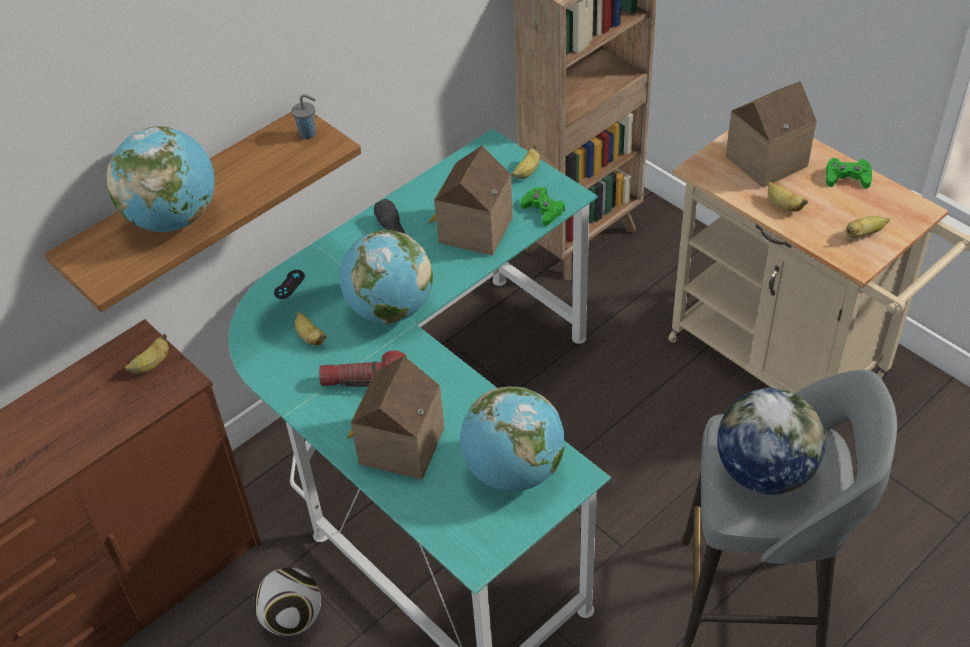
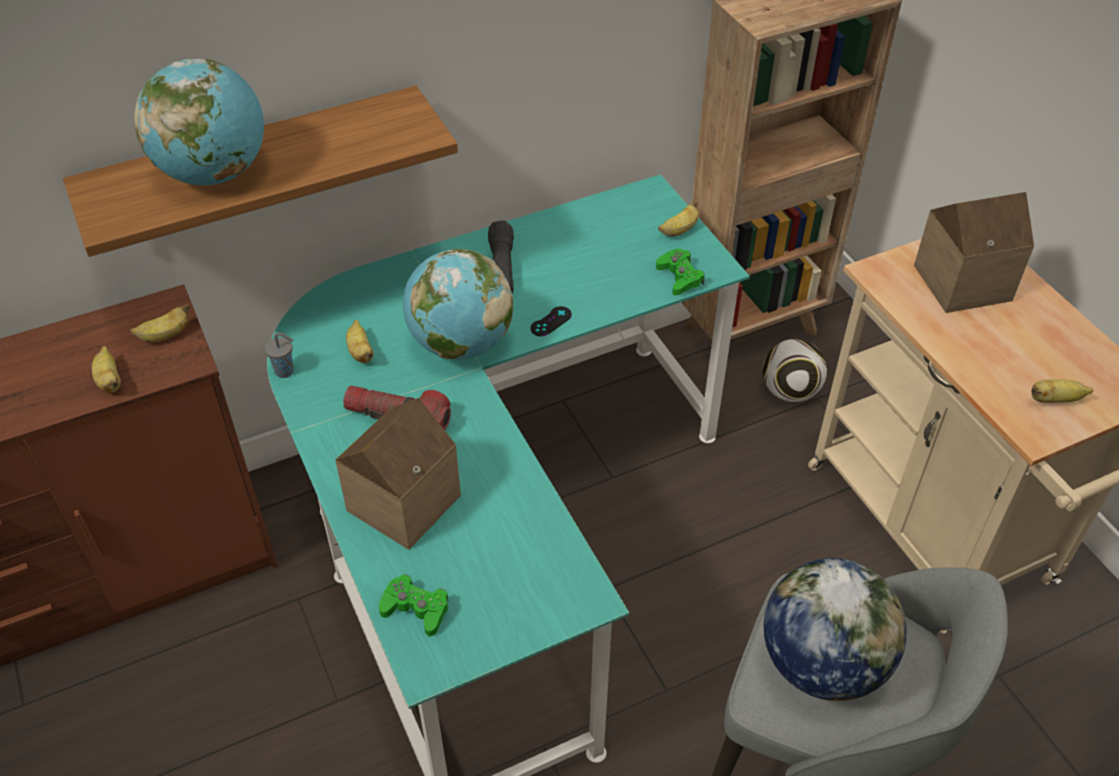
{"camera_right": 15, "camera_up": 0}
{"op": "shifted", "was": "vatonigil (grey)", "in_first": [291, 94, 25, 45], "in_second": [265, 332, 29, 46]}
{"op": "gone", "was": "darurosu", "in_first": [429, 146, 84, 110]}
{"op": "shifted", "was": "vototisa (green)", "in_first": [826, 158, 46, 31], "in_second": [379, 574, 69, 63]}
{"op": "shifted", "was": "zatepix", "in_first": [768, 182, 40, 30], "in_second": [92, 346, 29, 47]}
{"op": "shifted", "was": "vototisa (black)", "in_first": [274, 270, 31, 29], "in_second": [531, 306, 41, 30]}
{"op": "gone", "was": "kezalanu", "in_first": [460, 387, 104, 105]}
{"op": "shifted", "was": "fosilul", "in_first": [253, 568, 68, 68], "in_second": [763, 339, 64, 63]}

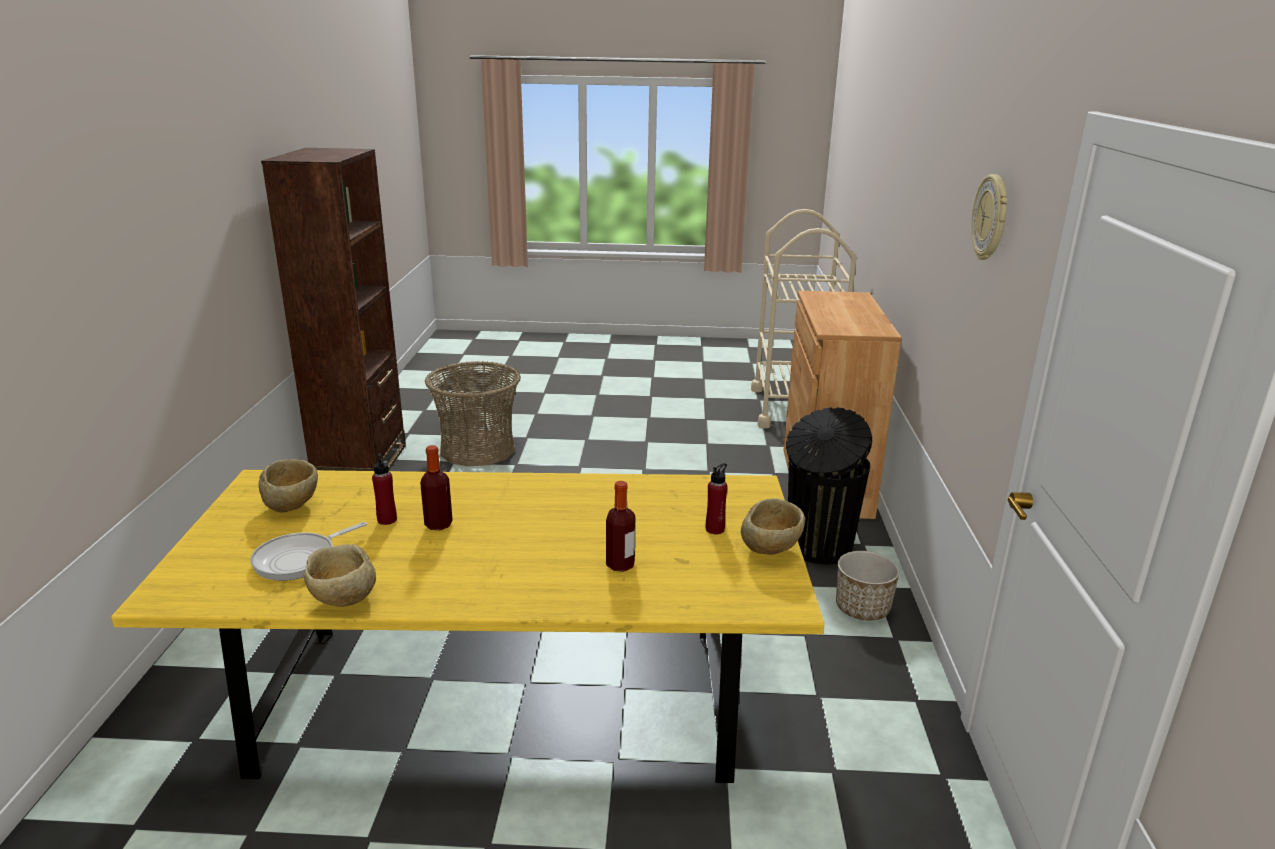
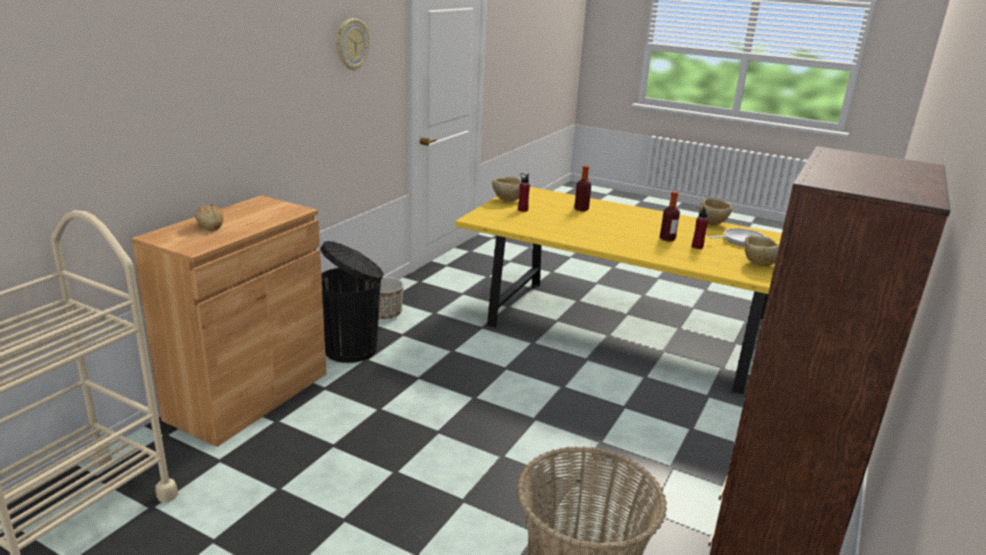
{"camera_right": -155, "camera_up": 0}
{"op": "new", "now": "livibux", "in_second": [195, 205, 28, 26]}

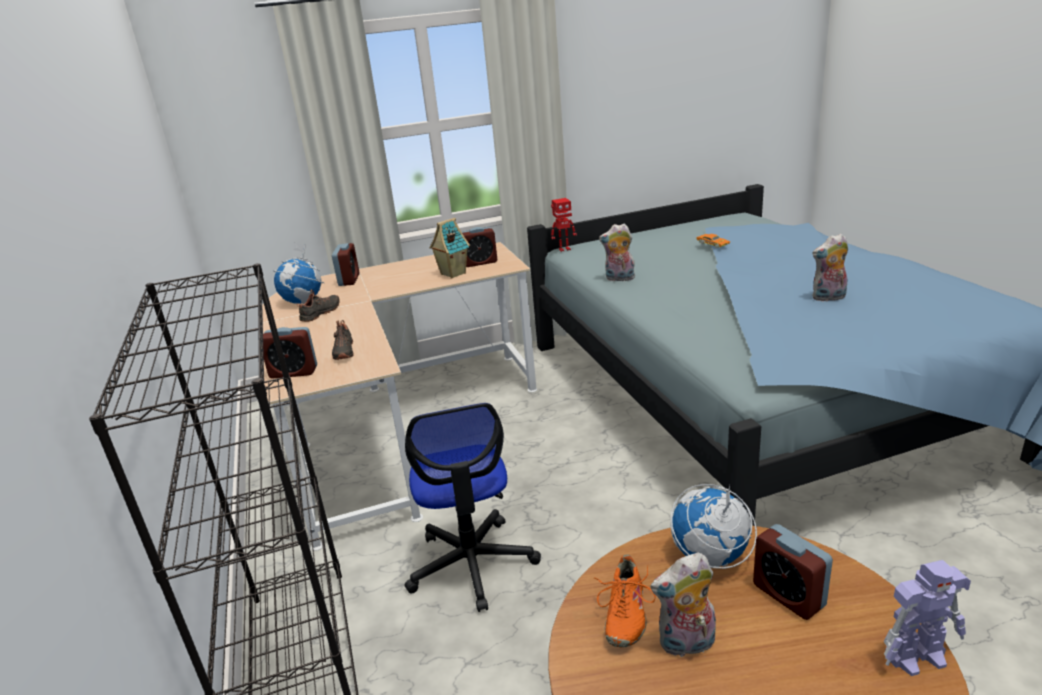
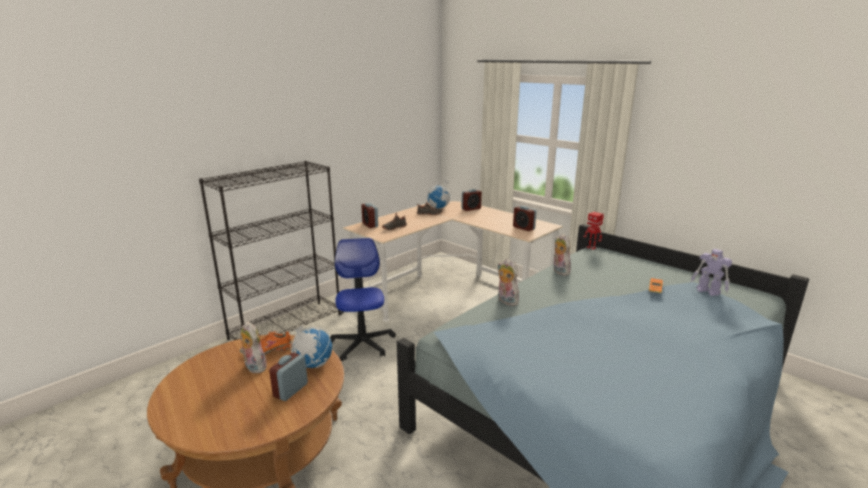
{"camera_right": 60, "camera_up": -5}
{"op": "gone", "was": "darurosu", "in_first": [429, 218, 41, 61]}
{"op": "shifted", "was": "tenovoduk", "in_first": [812, 234, 36, 68], "in_second": [498, 259, 21, 47]}
{"op": "rotated", "was": "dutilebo", "in_first": [405, 403, 136, 209], "in_second": [330, 238, 66, 123], "clockwise": 120}
{"op": "shifted", "was": "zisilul", "in_first": [884, 560, 87, 116], "in_second": [690, 249, 42, 47]}

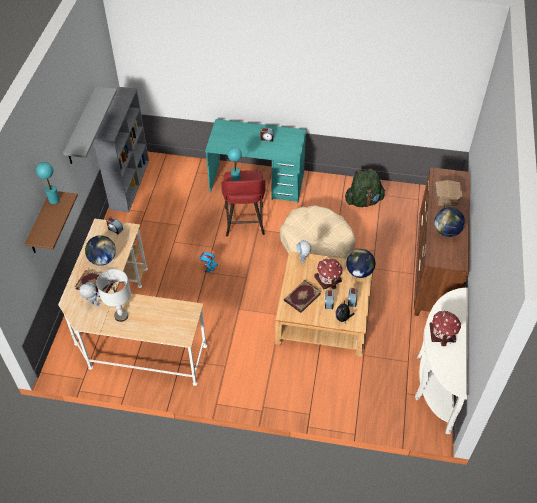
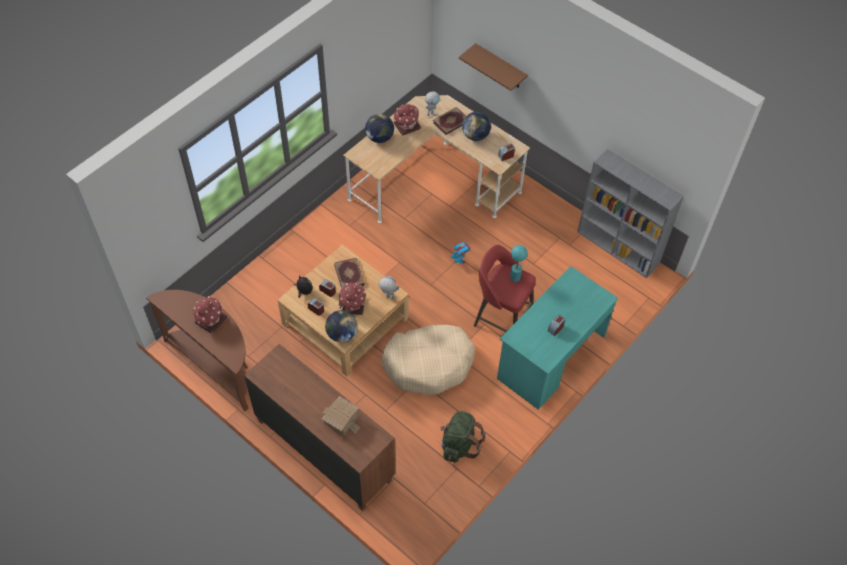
{"camera_right": 120, "camera_up": 5}
{"op": "gone", "was": "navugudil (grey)", "in_first": [63, 87, 54, 77]}
{"op": "gone", "was": "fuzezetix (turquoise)", "in_first": [36, 162, 24, 42]}
{"op": "shifted", "was": "kezalanu", "in_first": [434, 207, 31, 30], "in_second": [365, 114, 29, 29]}
{"op": "swapped", "was": "fuzezetix (grey)", "now": "darurosu", "in_first": [96, 269, 35, 53], "in_second": [394, 104, 27, 32]}
{"op": "repainted", "was": "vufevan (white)", "now": "vufevan (brown)", "in_first": [415, 288, 53, 146], "in_second": [146, 290, 103, 121]}

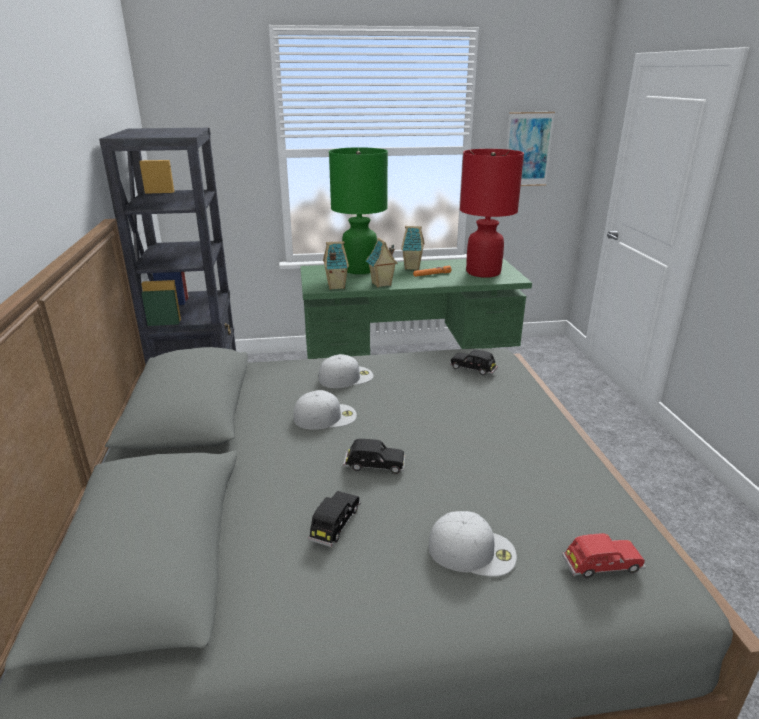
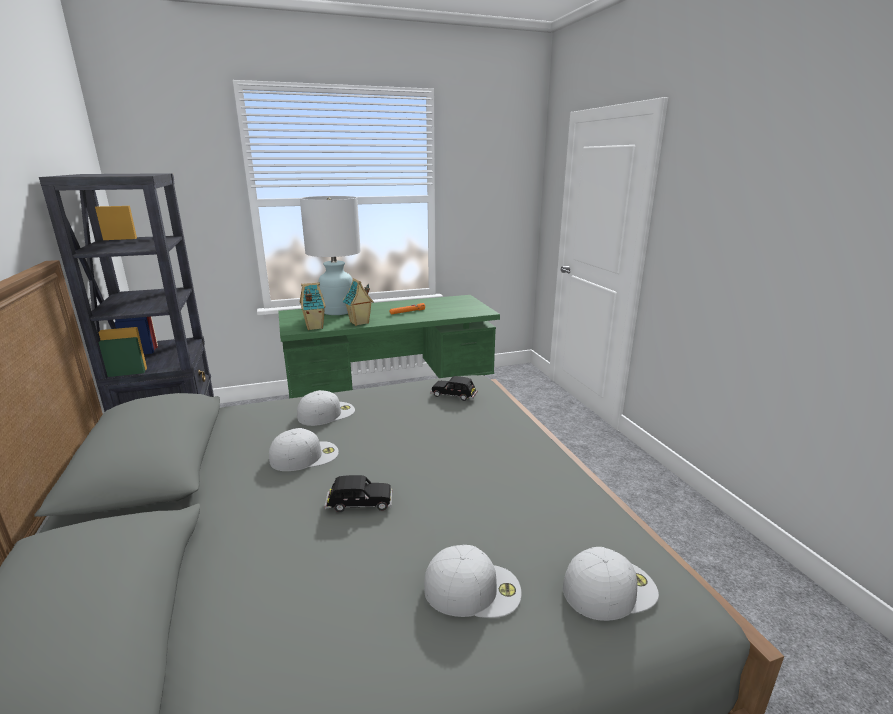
{"camera_right": -10, "camera_up": -5}
{"op": "gone", "was": "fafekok", "in_first": [506, 112, 49, 74]}
{"op": "repainted", "was": "fuzezetix (green)", "now": "fuzezetix (white)", "in_first": [329, 147, 59, 127], "in_second": [300, 196, 61, 119]}
{"op": "gone", "was": "fuzezetix (red)", "in_first": [460, 149, 64, 129]}
{"op": "gone", "was": "darurosu", "in_first": [401, 226, 23, 44]}
{"op": "gone", "was": "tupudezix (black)", "in_first": [308, 491, 53, 56]}
{"op": "swapped", "was": "tupudezix (red)", "now": "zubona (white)", "in_first": [562, 533, 84, 45], "in_second": [563, 547, 96, 74]}

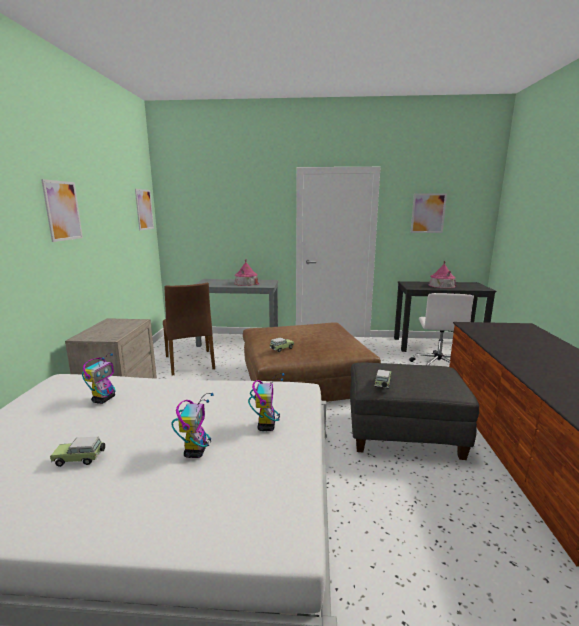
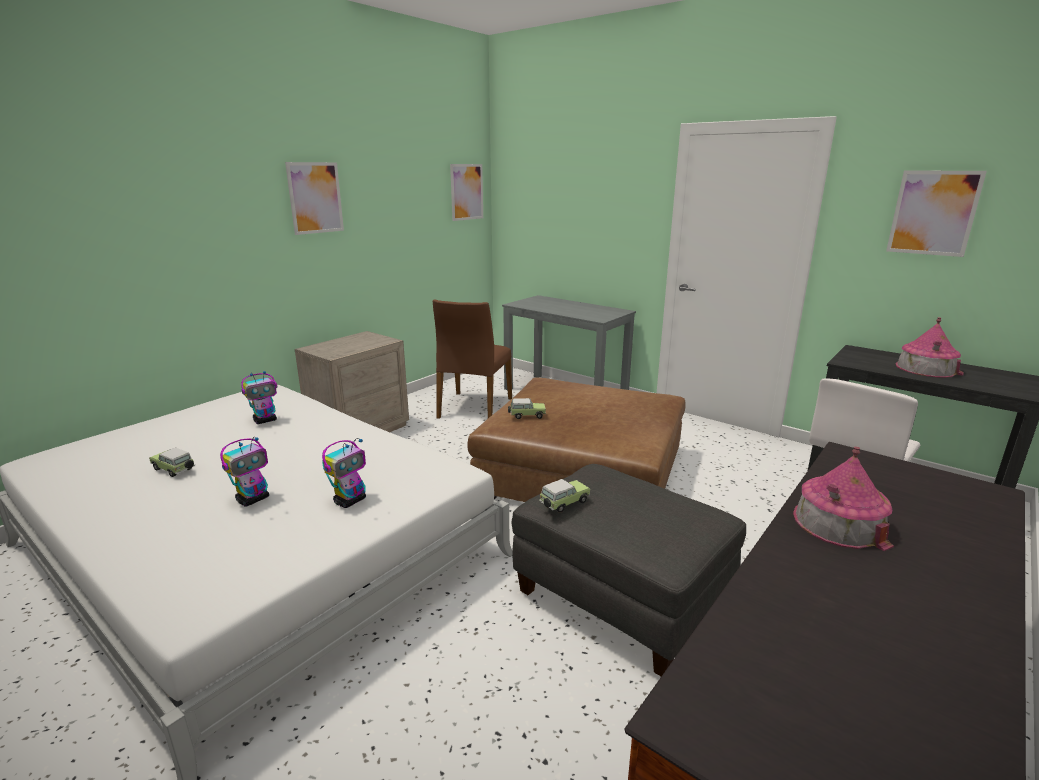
{"camera_right": 35, "camera_up": 5}
{"op": "shifted", "was": "darurosu", "in_first": [234, 259, 25, 27], "in_second": [793, 446, 101, 105]}

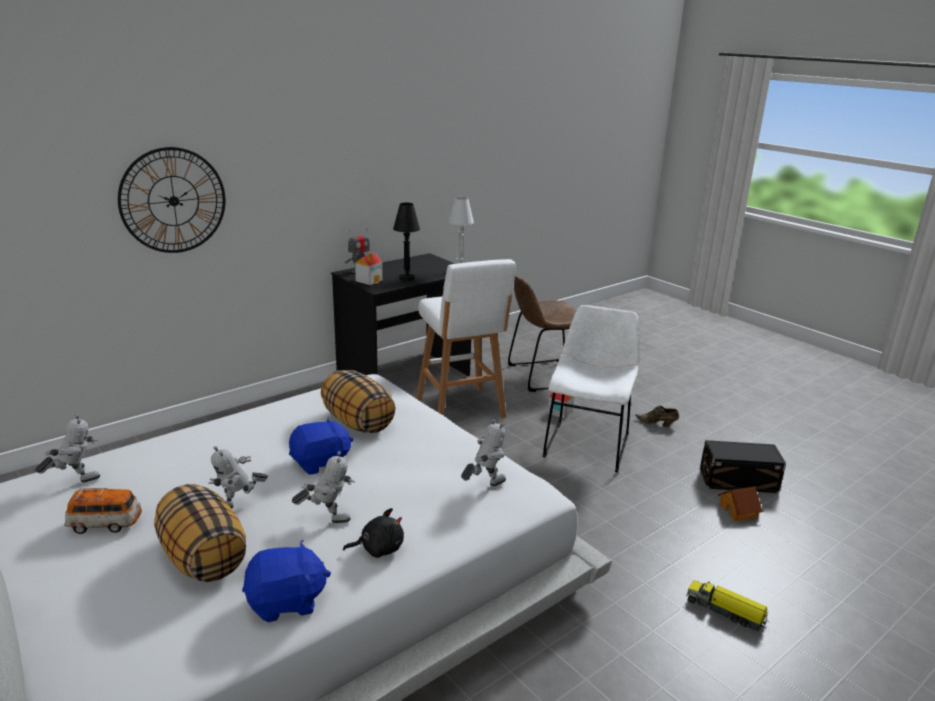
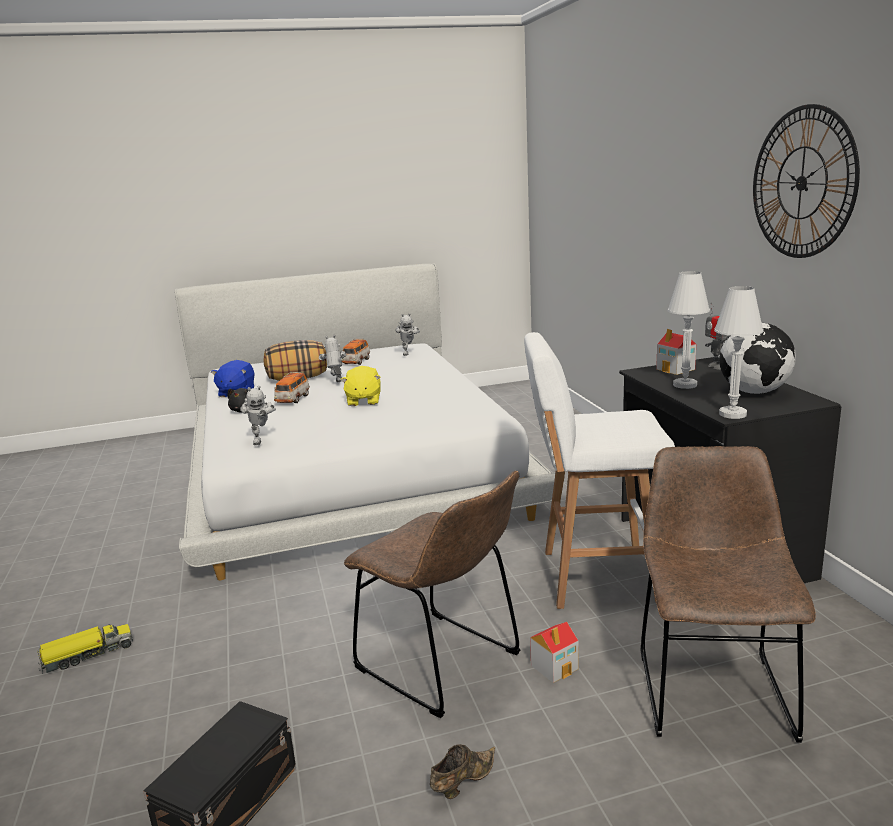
{"camera_right": 115, "camera_up": -5}
{"op": "shifted", "was": "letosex", "in_first": [118, 147, 108, 106], "in_second": [753, 104, 107, 154]}
{"op": "repainted", "was": "fuzezetix (black)", "now": "fuzezetix (white)", "in_first": [393, 203, 27, 78], "in_second": [667, 271, 43, 118]}
{"op": "repainted", "was": "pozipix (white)", "now": "pozipix (brown)", "in_first": [543, 305, 96, 167], "in_second": [344, 471, 177, 247]}
{"op": "gone", "was": "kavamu", "in_first": [321, 370, 75, 63]}
{"op": "repainted", "was": "tenovoduk (blue)", "now": "tenovoduk (yellow)", "in_first": [289, 417, 64, 57], "in_second": [341, 366, 40, 40]}
{"op": "swapped", "was": "zisilul", "now": "tupudezix", "in_first": [292, 451, 63, 72], "in_second": [274, 372, 36, 31]}
{"op": "gone", "was": "darurosu", "in_first": [718, 486, 45, 35]}
{"op": "new", "now": "kezalanu", "in_second": [719, 323, 77, 71]}

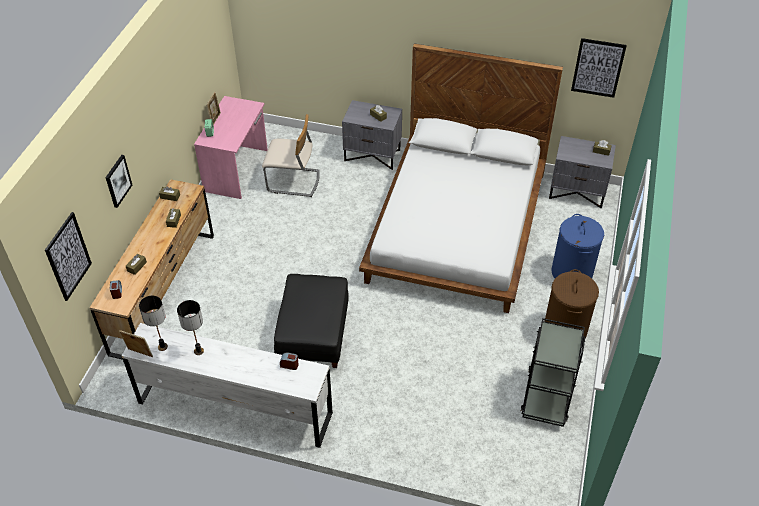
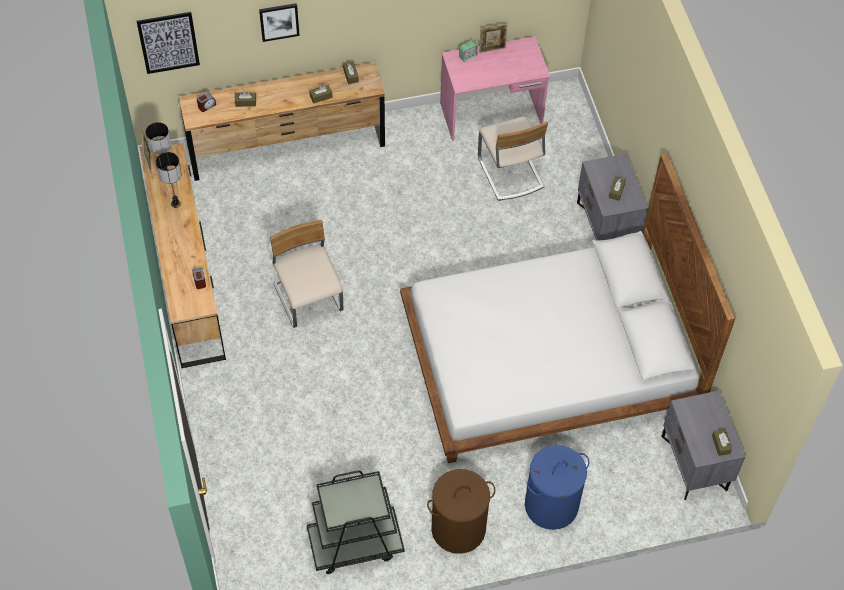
{"camera_right": 60, "camera_up": 10}
{"op": "gone", "was": "fafekok", "in_first": [571, 38, 56, 60]}
{"op": "swapped", "was": "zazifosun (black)", "now": "pozipix (beige)", "in_first": [274, 274, 75, 94], "in_second": [270, 220, 73, 108]}
{"op": "repainted", "was": "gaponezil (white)", "now": "gaponezil (brown)", "in_first": [122, 323, 211, 125], "in_second": [140, 143, 86, 226]}

